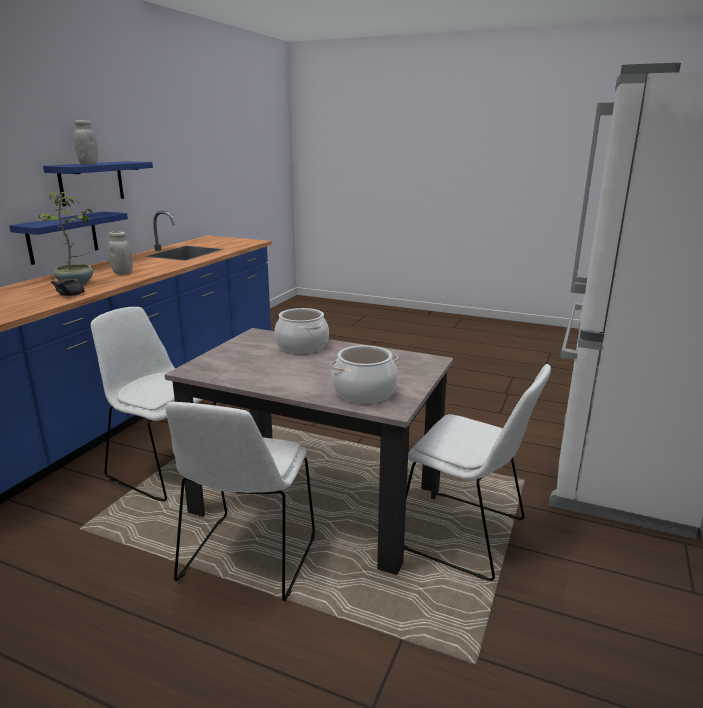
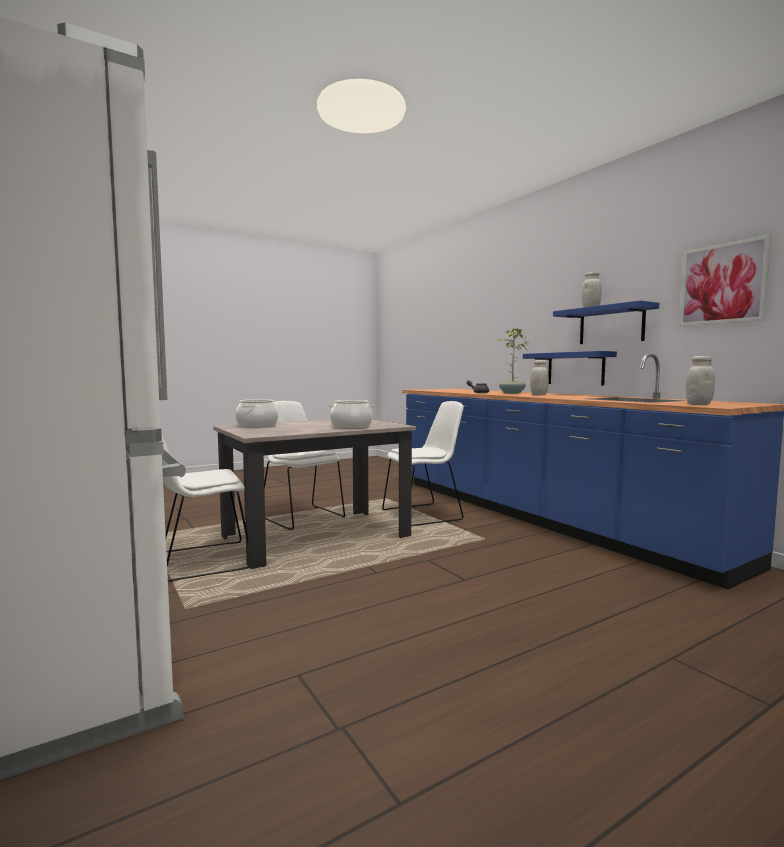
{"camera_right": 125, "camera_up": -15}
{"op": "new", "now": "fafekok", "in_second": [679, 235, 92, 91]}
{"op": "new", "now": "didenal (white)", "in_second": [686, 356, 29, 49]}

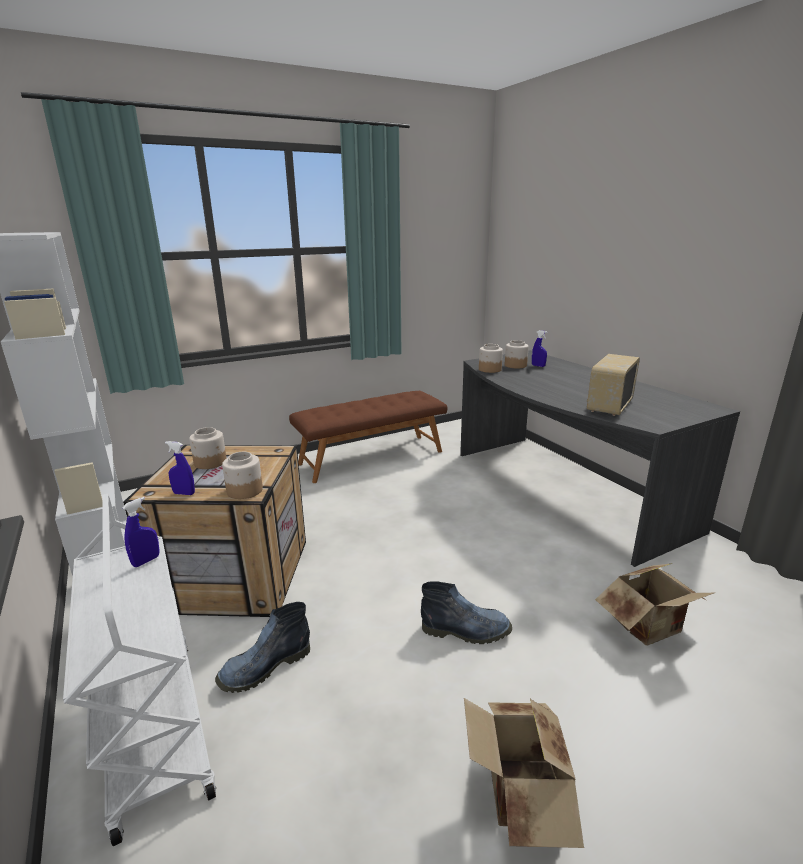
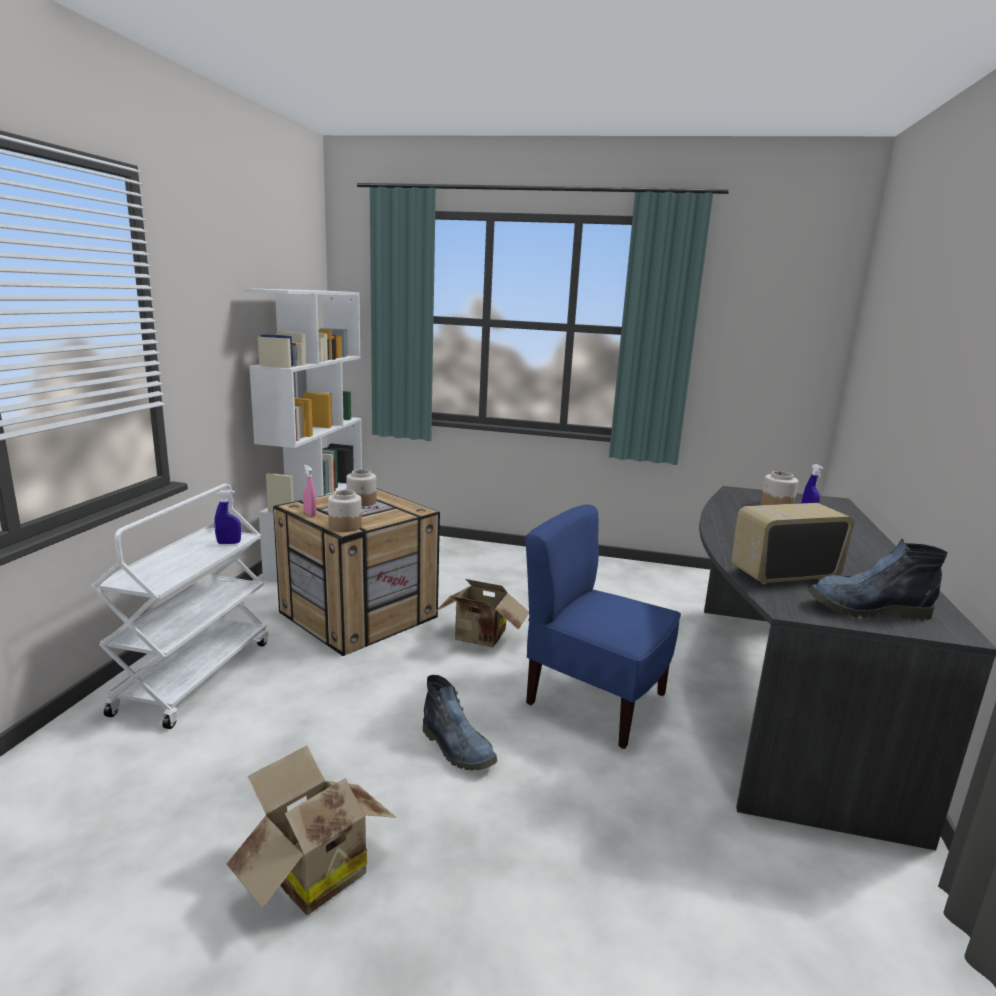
{"camera_right": 40, "camera_up": -5}
{"op": "gone", "was": "didenal", "in_first": [479, 344, 24, 29]}
{"op": "gone", "was": "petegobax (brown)", "in_first": [289, 391, 158, 92]}
{"op": "repainted", "was": "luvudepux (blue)", "now": "luvudepux (pink)", "in_first": [165, 441, 30, 54], "in_second": [303, 465, 13, 52]}
{"op": "shifted", "was": "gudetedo", "in_first": [595, 563, 119, 83], "in_second": [435, 579, 94, 69]}
{"op": "shifted", "was": "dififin", "in_first": [215, 602, 95, 91], "in_second": [808, 539, 140, 81]}
{"op": "new", "now": "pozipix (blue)", "in_second": [526, 505, 155, 244]}

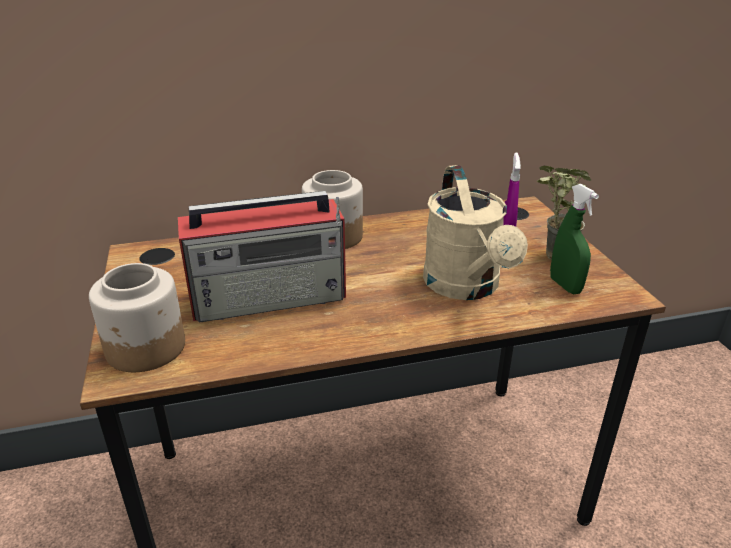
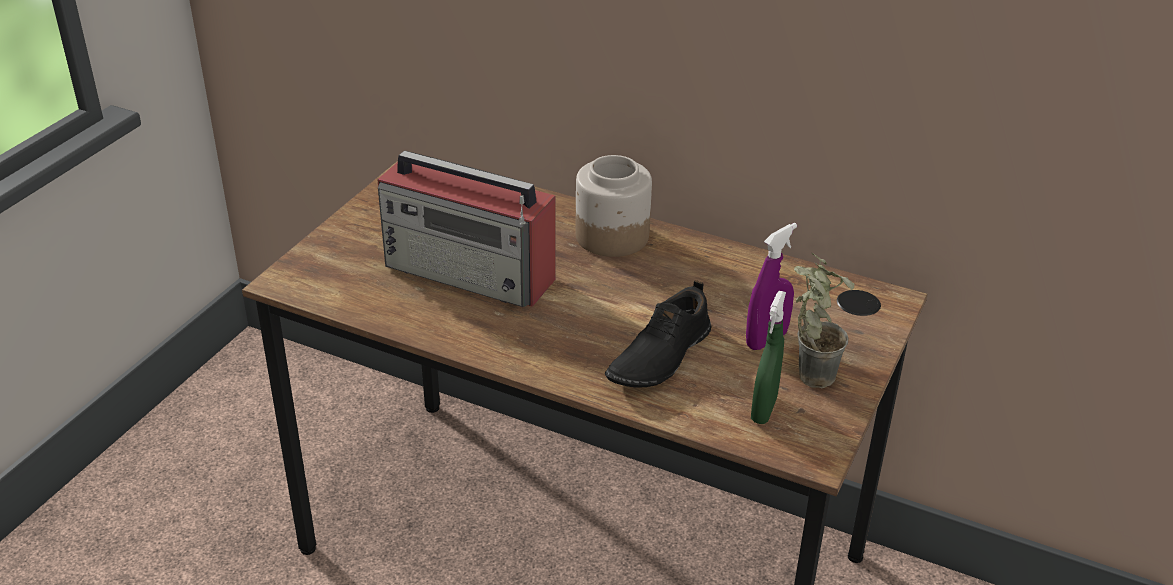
{"camera_right": 40, "camera_up": 5}
{"op": "swapped", "was": "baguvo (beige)", "now": "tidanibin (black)", "in_first": [423, 165, 105, 135], "in_second": [605, 280, 107, 108]}
{"op": "gone", "was": "didenal", "in_first": [89, 263, 96, 109]}

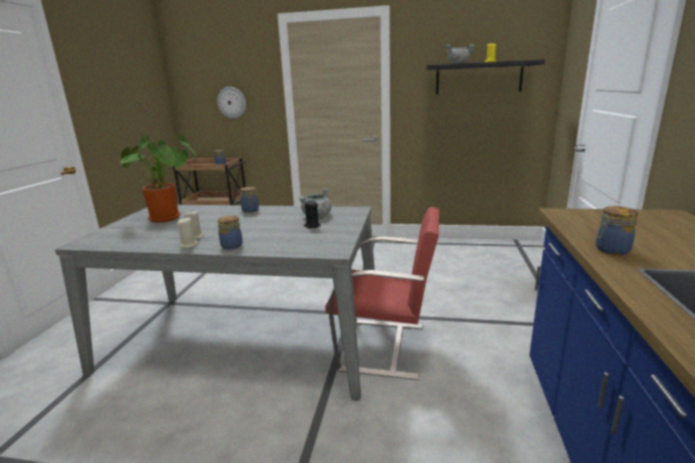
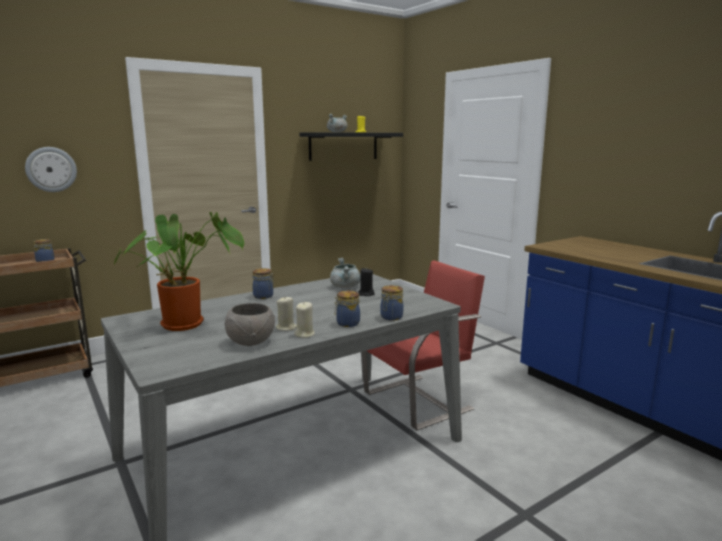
{"camera_right": -45, "camera_up": -5}
{"op": "shifted", "was": "didenal", "in_first": [596, 206, 42, 49], "in_second": [380, 285, 23, 36]}
{"op": "new", "now": "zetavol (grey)", "in_second": [224, 303, 51, 43]}

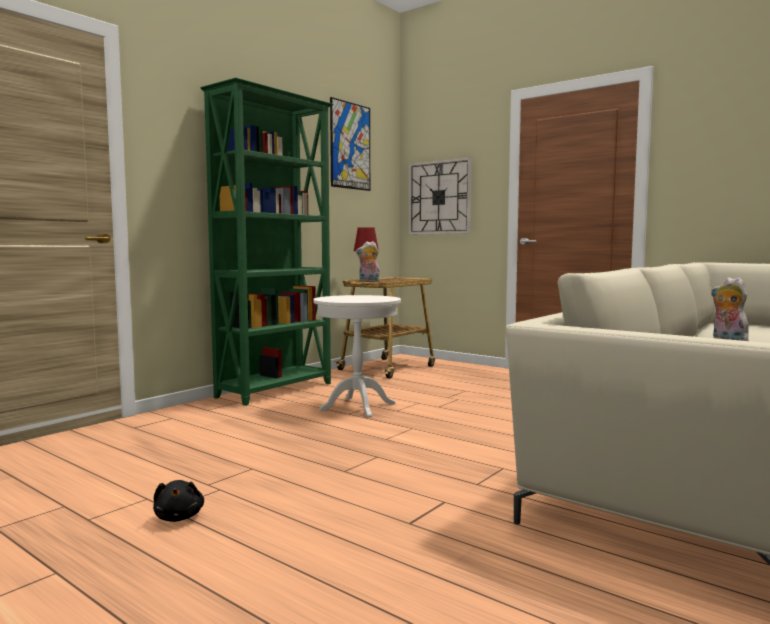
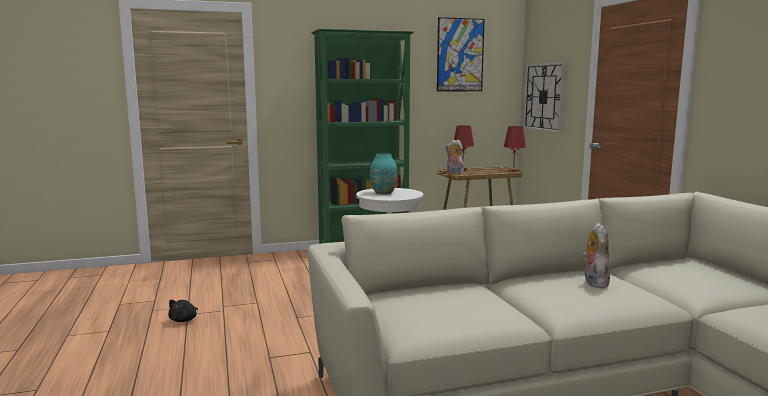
{"camera_right": 35, "camera_up": 5}
{"op": "new", "now": "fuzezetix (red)", "in_second": [503, 126, 23, 46]}
{"op": "new", "now": "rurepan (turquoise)", "in_second": [370, 153, 28, 42]}

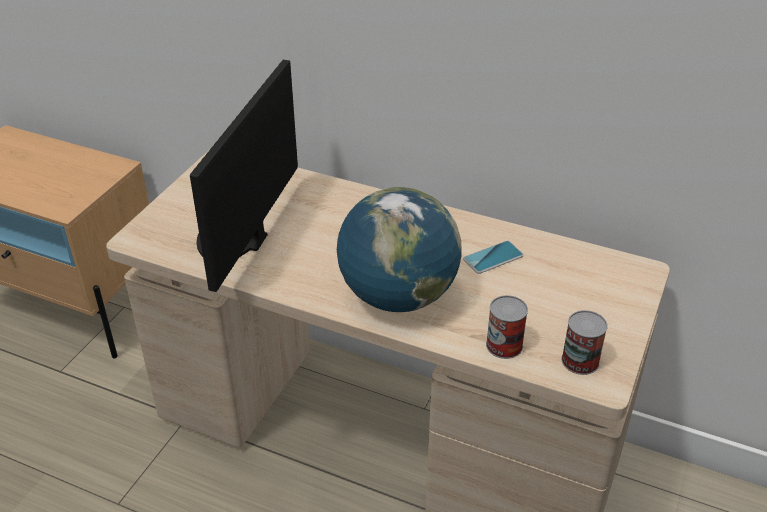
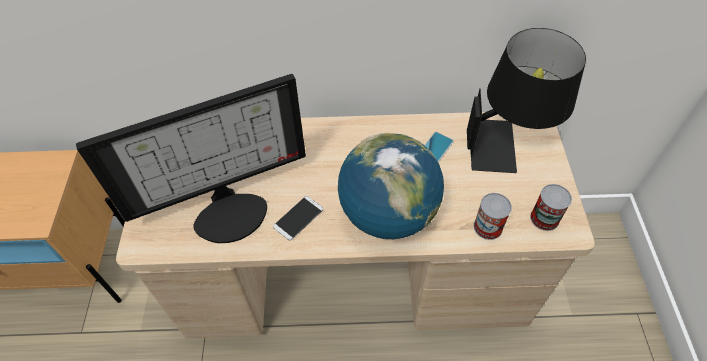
{"camera_right": -25, "camera_up": 15}
{"op": "rotated", "was": "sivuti", "in_first": [190, 60, 108, 232], "in_second": [76, 74, 230, 169], "clockwise": -105}
{"op": "new", "now": "fuzezetix (black)", "in_second": [467, 28, 119, 145]}
{"op": "new", "now": "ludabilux", "in_second": [273, 196, 50, 44]}

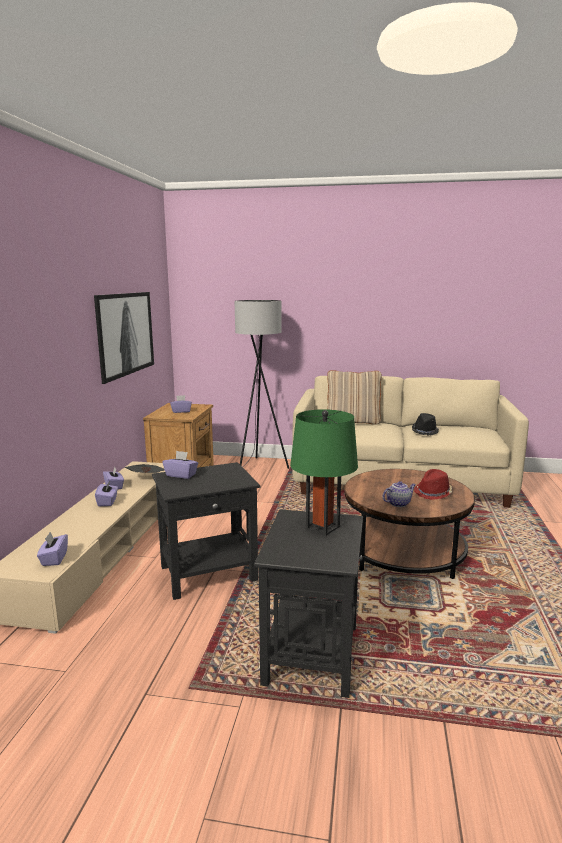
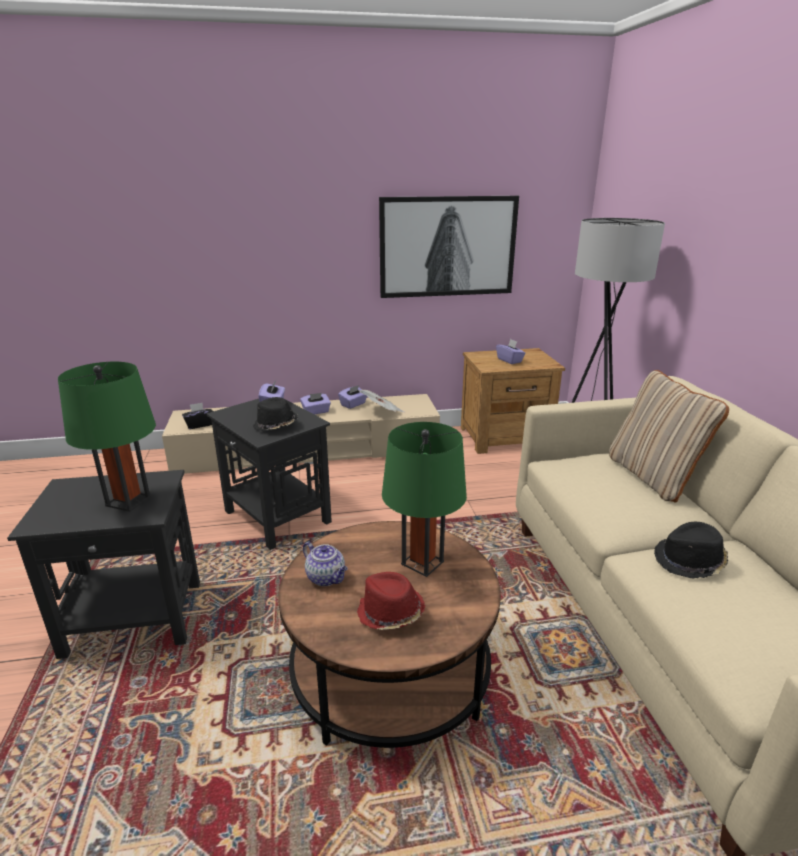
{"camera_right": 70, "camera_up": 10}
{"op": "repainted", "was": "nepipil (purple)", "now": "nepipil (black)", "in_first": [37, 532, 31, 34], "in_second": [182, 403, 31, 26]}
{"op": "new", "now": "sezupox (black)", "in_second": [253, 397, 45, 34]}
{"op": "new", "now": "fuzezetix (green)", "in_second": [382, 422, 85, 155]}

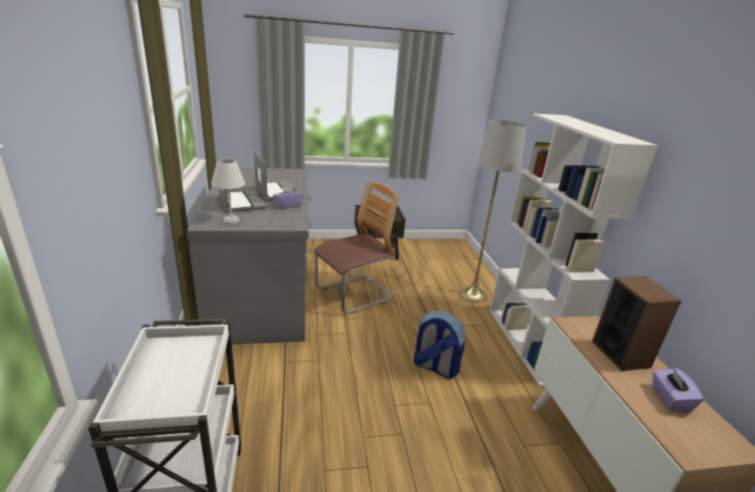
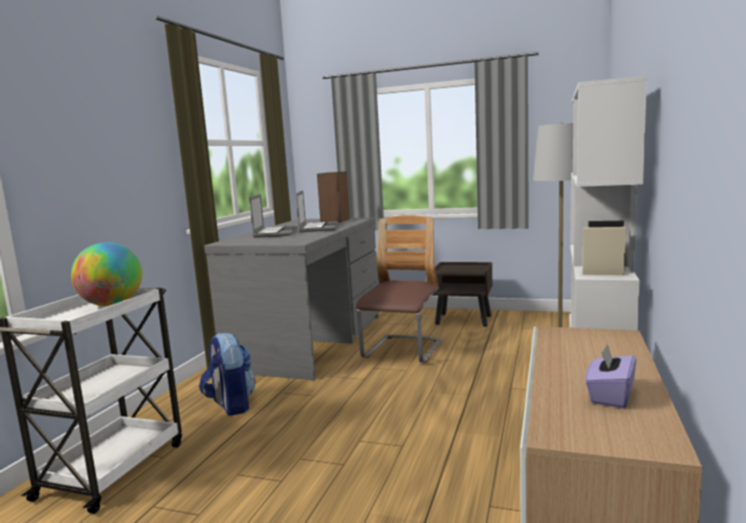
{"camera_right": 30, "camera_up": -15}
{"op": "gone", "was": "fuzezetix (white)", "in_first": [211, 159, 34, 65]}
{"op": "rotated", "was": "pozipix", "in_first": [314, 181, 85, 133], "in_second": [356, 215, 86, 148], "clockwise": -60}
{"op": "gone", "was": "nepipil (purple)", "in_first": [273, 185, 31, 24]}
{"op": "shifted", "was": "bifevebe", "in_first": [592, 276, 89, 95], "in_second": [317, 171, 33, 51]}
{"op": "shifted", "was": "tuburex", "in_first": [414, 311, 51, 68], "in_second": [199, 333, 57, 83]}
{"op": "new", "now": "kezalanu", "in_second": [71, 242, 71, 64]}

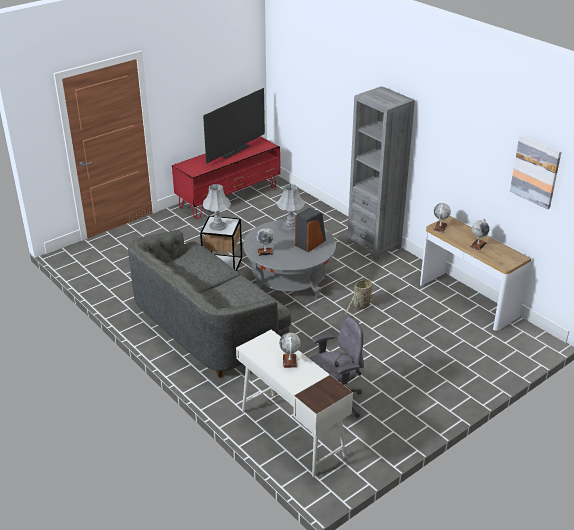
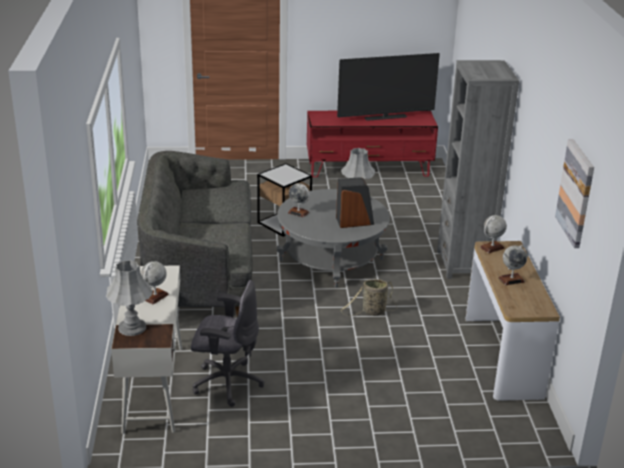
{"camera_right": 35, "camera_up": -5}
{"op": "shifted", "was": "fuzezetix (grey)", "in_first": [203, 184, 28, 47], "in_second": [106, 260, 47, 76]}

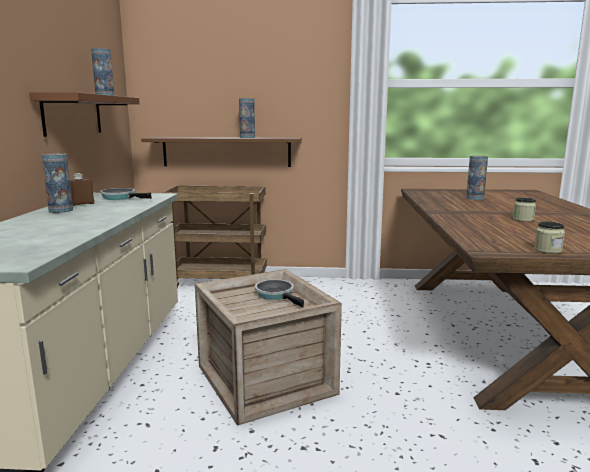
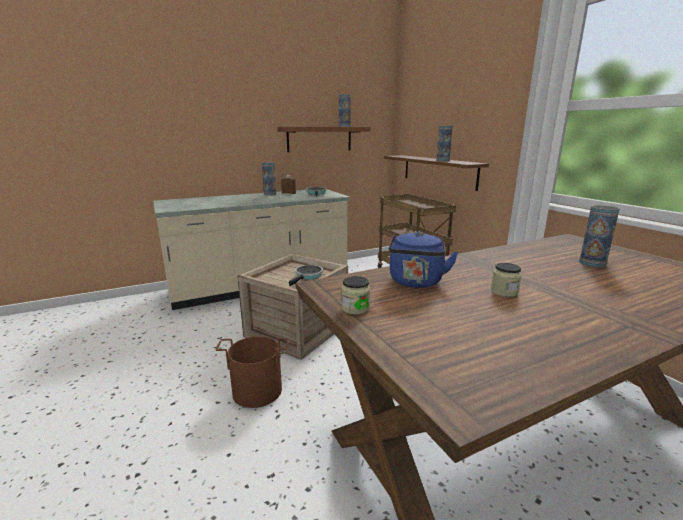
{"camera_right": 60, "camera_up": 5}
{"op": "new", "now": "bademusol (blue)", "in_second": [389, 231, 69, 57]}
{"op": "new", "now": "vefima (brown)", "in_second": [216, 336, 73, 72]}

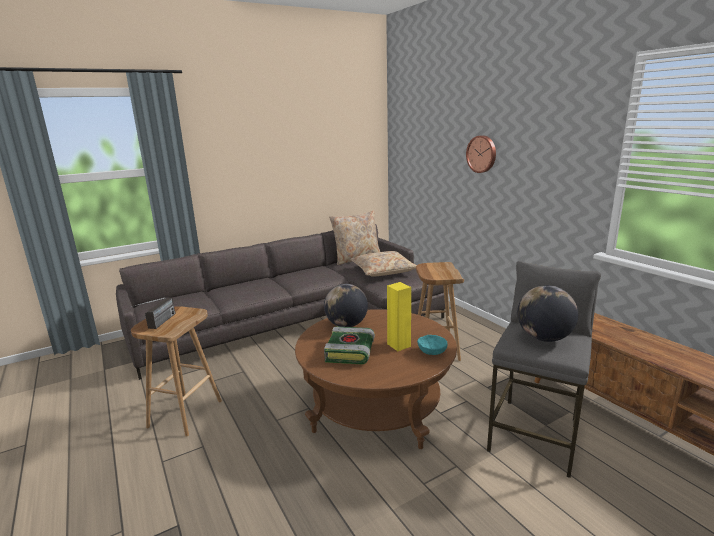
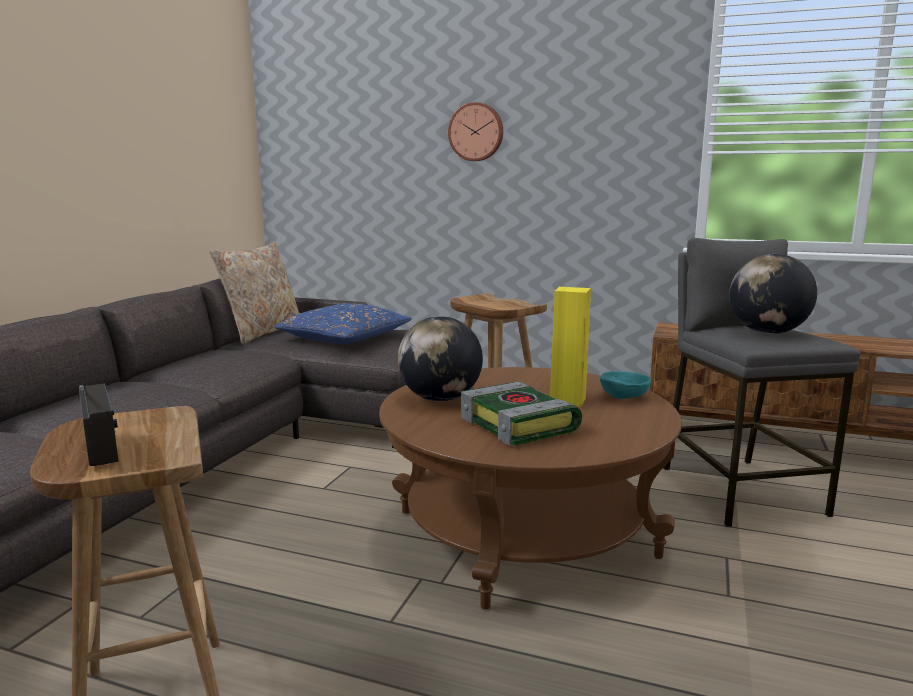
{"camera_right": -40, "camera_up": -5}
{"op": "repainted", "was": "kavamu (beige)", "now": "kavamu (blue)", "in_first": [350, 251, 67, 26], "in_second": [274, 303, 138, 41]}

